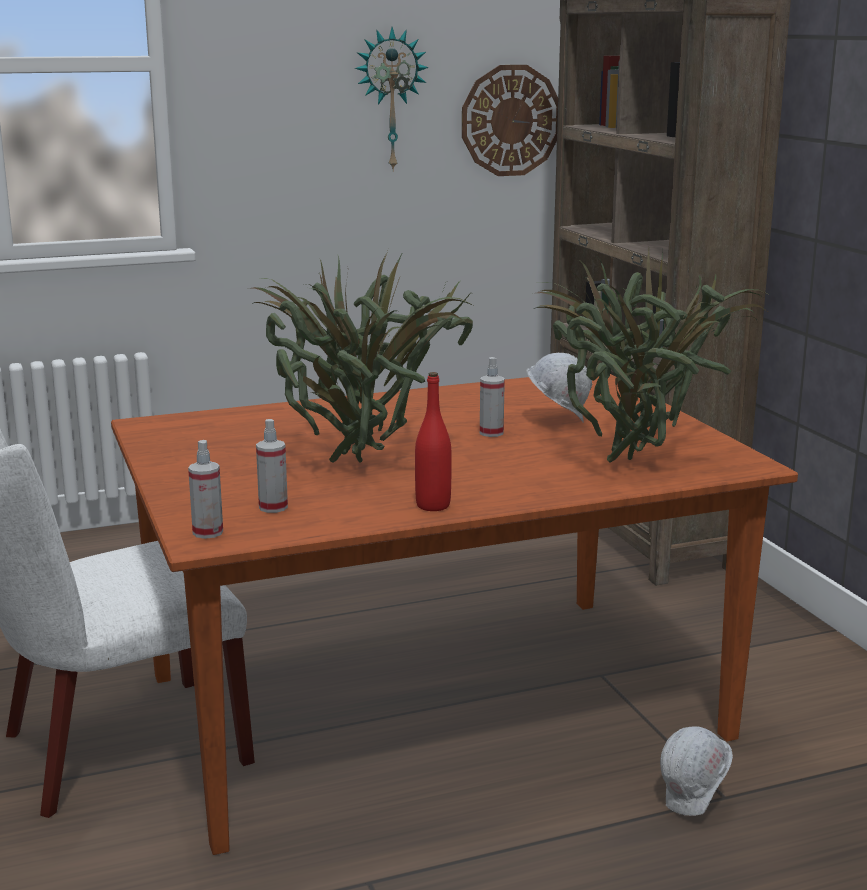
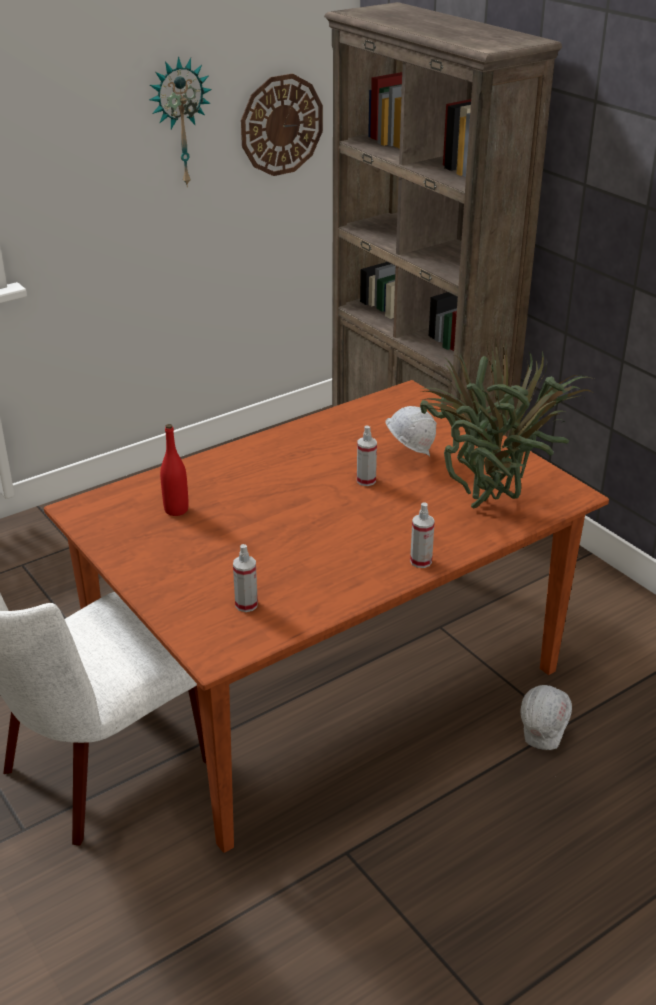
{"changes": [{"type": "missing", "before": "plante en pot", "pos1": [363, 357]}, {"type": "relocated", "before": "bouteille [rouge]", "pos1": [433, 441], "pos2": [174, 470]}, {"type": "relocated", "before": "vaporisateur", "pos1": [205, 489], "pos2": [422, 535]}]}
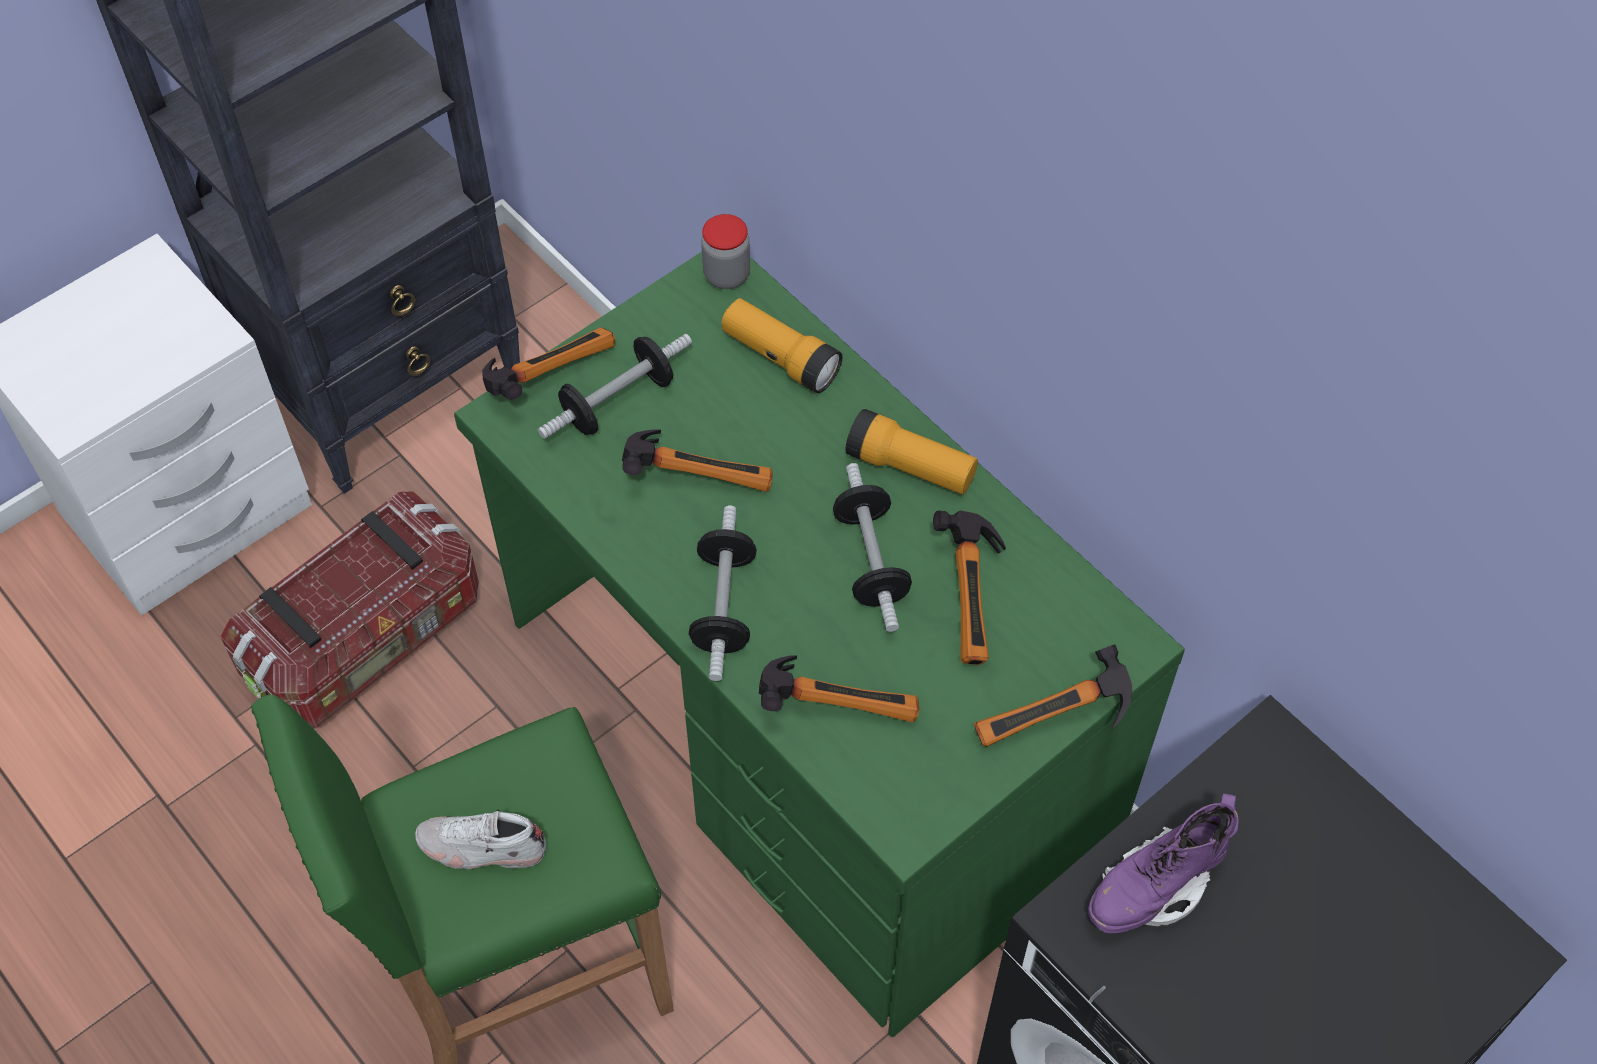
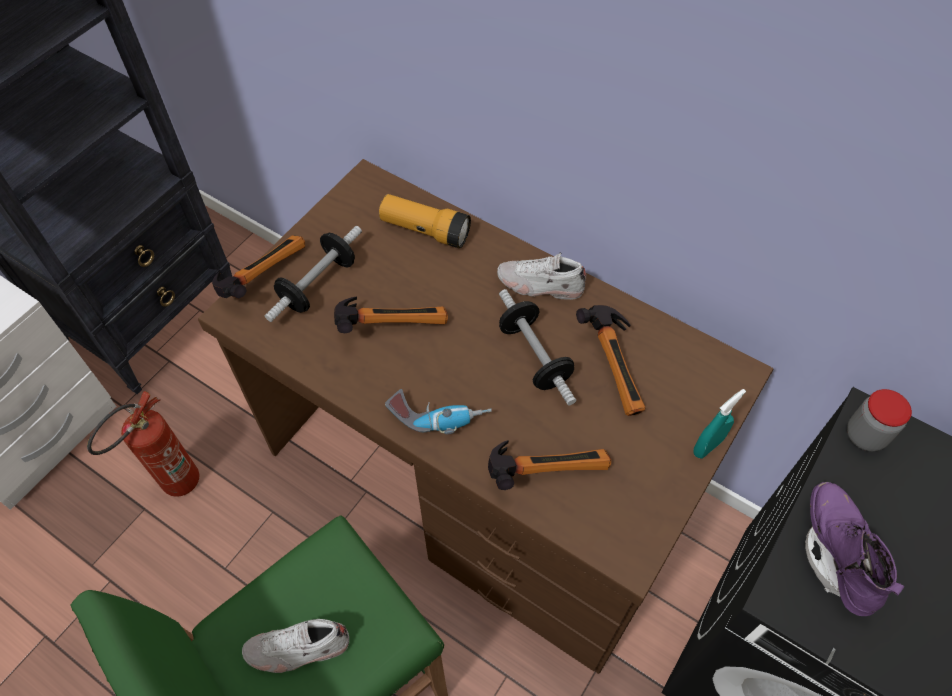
{"changes": [{"type": "relocated", "before": "bocal", "pos1": [725, 251], "pos2": [879, 420]}, {"type": "colour", "before": "bureau [vert]", "after": "bureau [marron]", "pos1": [819, 644], "pos2": [486, 416]}, {"type": "exchanged", "before": "lampe de poche", "after": "chaussure [blanc]", "pos1": [911, 452], "pos2": [541, 276]}, {"type": "exchanged", "before": "boîte de rangement", "after": "extincteur", "pos1": [350, 609], "pos2": [143, 444]}, {"type": "exchanged", "before": "haltère", "after": "perceuse", "pos1": [723, 593], "pos2": [438, 412]}, {"type": "exchanged", "before": "marteau", "after": "vaporisateur [turquoise]", "pos1": [1053, 695], "pos2": [719, 424]}, {"type": "spun", "before": "botte [violet]", "pos1": [1163, 863], "pos2": [854, 549], "turn": 135}]}
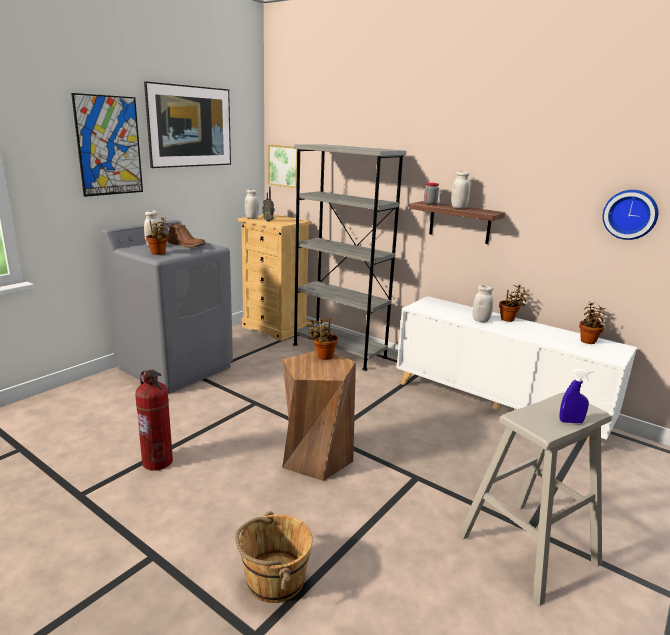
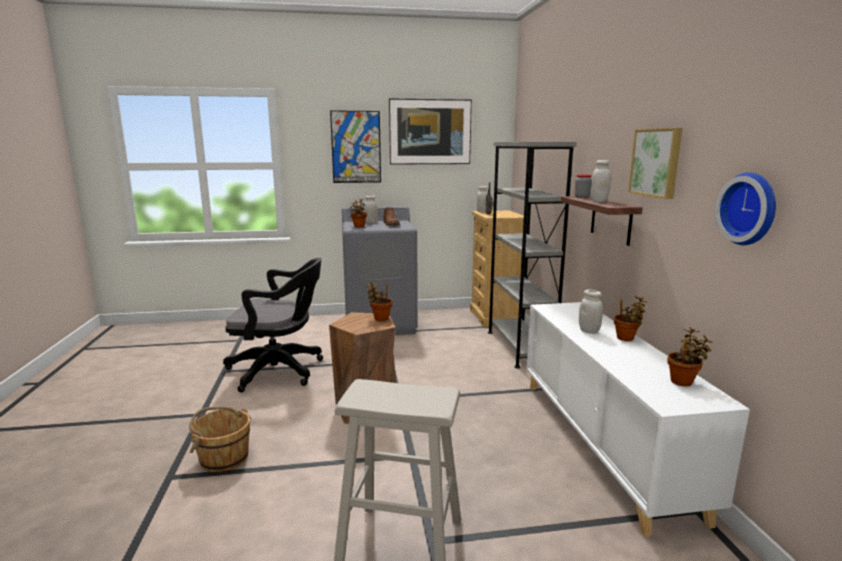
{"changes": [{"type": "relocated", "before": "tableau", "pos1": [282, 166], "pos2": [655, 163]}, {"type": "exchanged", "before": "extincteur", "after": "chaise de bureau [noir]", "pos1": [154, 420], "pos2": [273, 325]}, {"type": "missing", "before": "vaporisateur [bleu]", "pos1": [576, 396]}]}
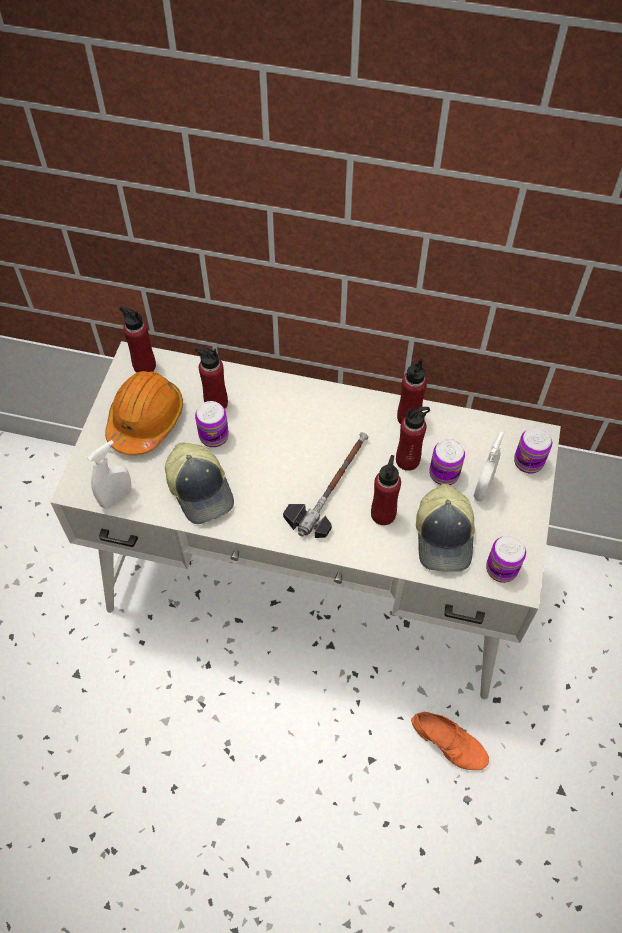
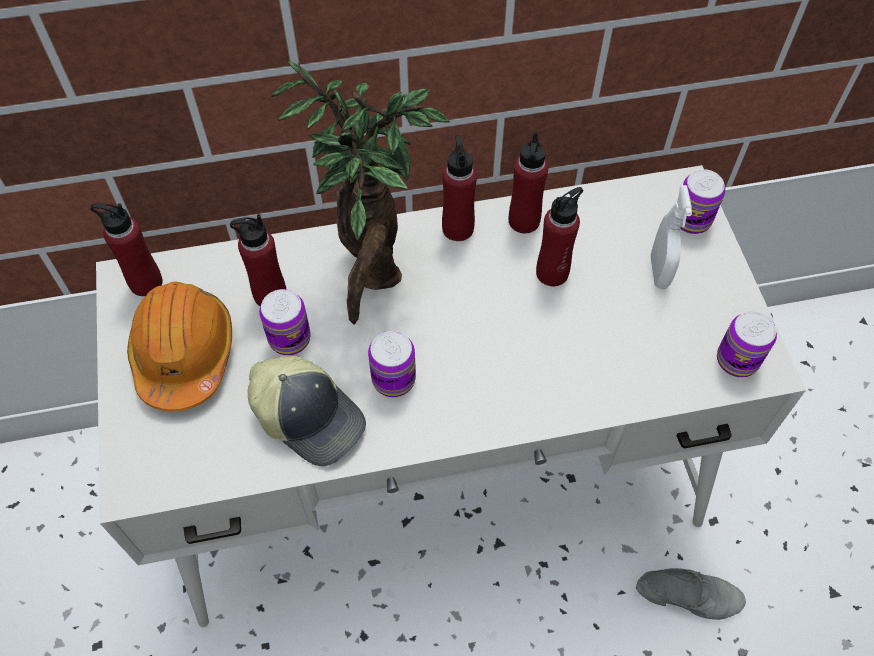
{"changes": [{"type": "missing", "before": "marteau", "pos1": [326, 485]}, {"type": "relocated", "before": "boîte métallique", "pos1": [447, 462], "pos2": [392, 364]}, {"type": "missing", "before": "vaporisateur [blanc]", "pos1": [109, 474]}, {"type": "relocated", "before": "bouteille [rouge]", "pos1": [386, 490], "pos2": [459, 188]}, {"type": "missing", "before": "casquette", "pos1": [445, 528]}, {"type": "colour", "before": "chaussure [orange]", "after": "chaussure [gris]", "pos1": [450, 741], "pos2": [691, 594]}, {"type": "appeared", "after": "plante en pot", "pos2": [360, 192]}]}
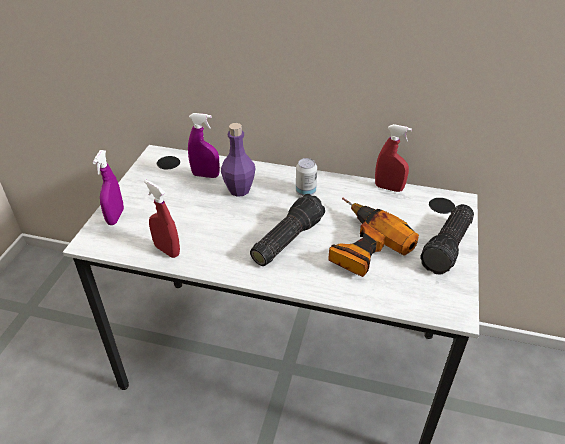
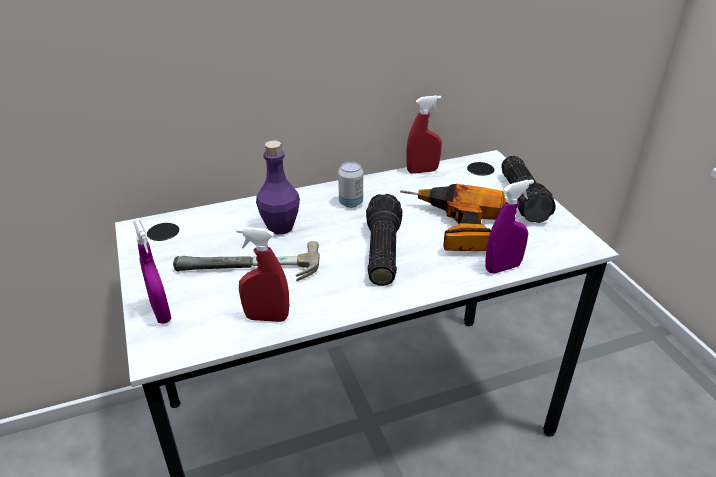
{"changes": [{"type": "relocated", "before": "vaporisateur [violet]", "pos1": [204, 145], "pos2": [509, 226]}, {"type": "appeared", "after": "marteau", "pos2": [246, 261]}]}
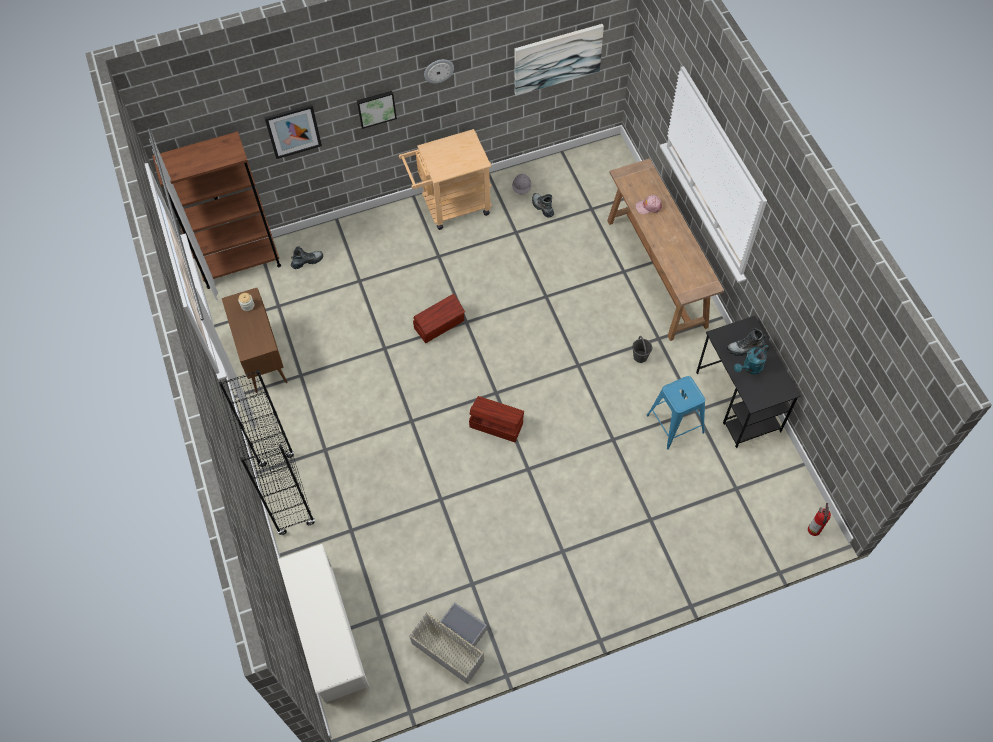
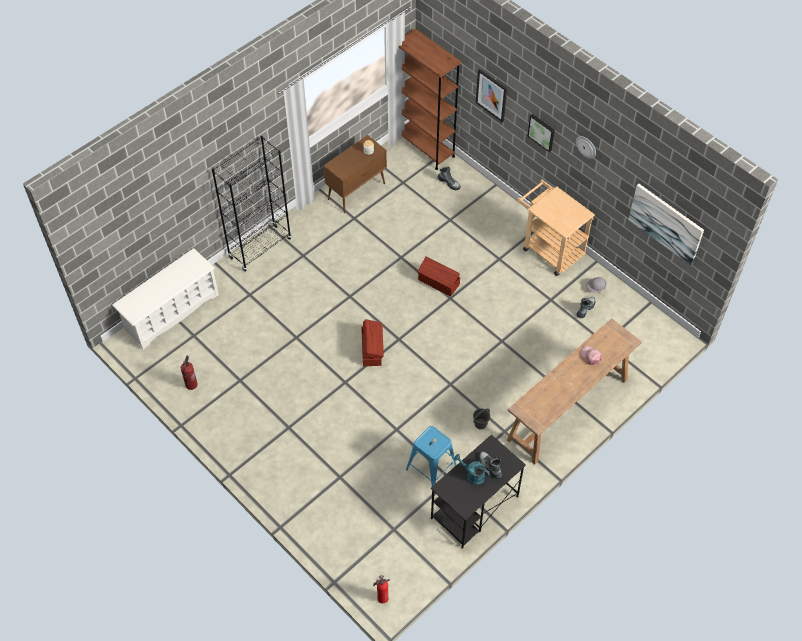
{"changes": [{"type": "exchanged", "before": "boîte de rangement [gris]", "after": "extincteur", "pos1": [448, 643], "pos2": [189, 373]}]}
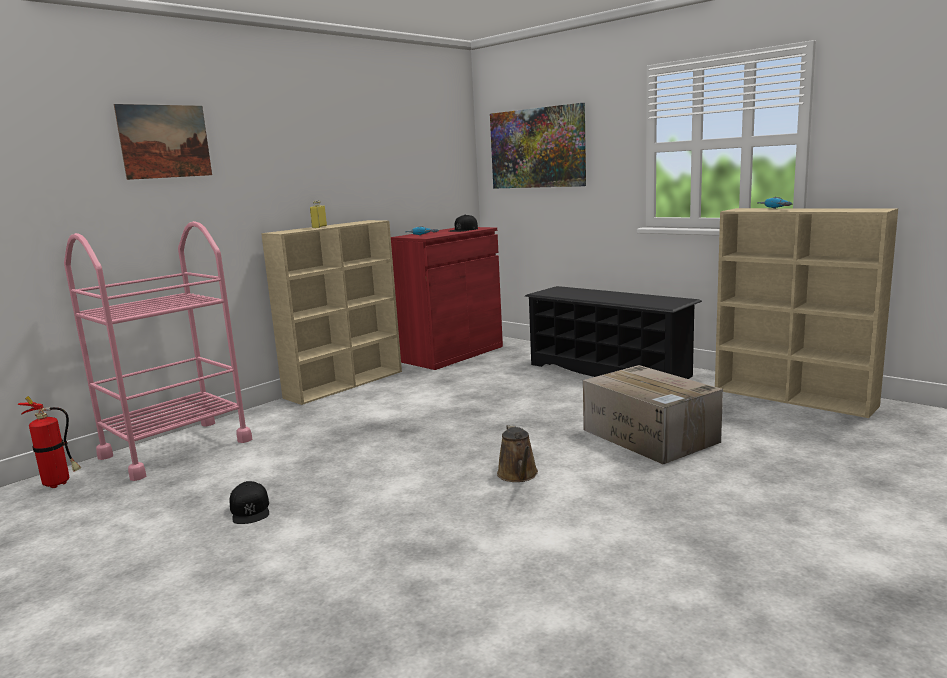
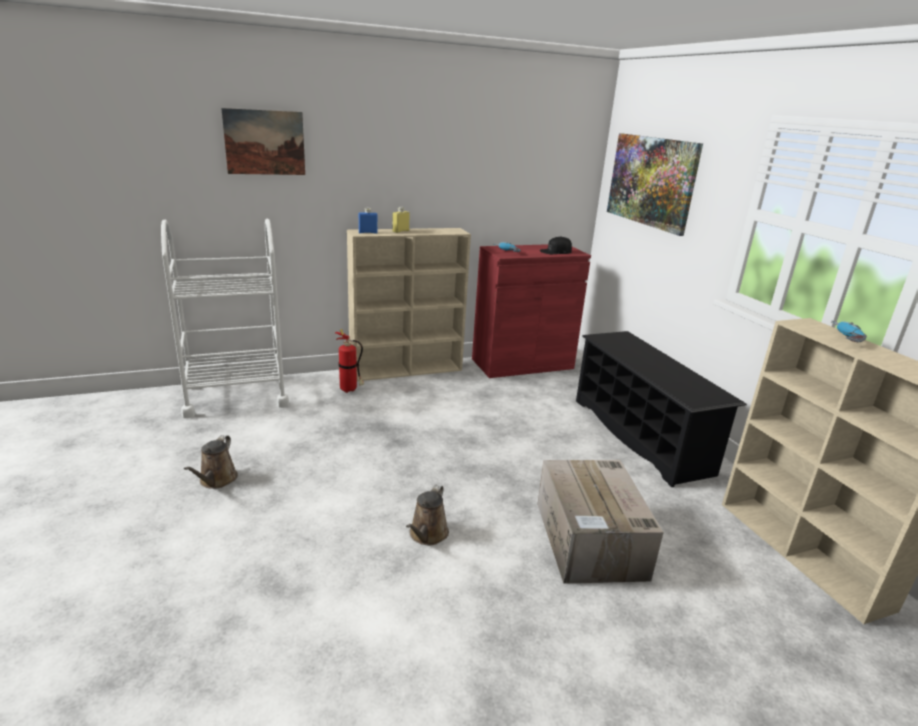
{"changes": [{"type": "colour", "before": "chariot [rose]", "after": "chariot [blanc]", "pos1": [158, 351], "pos2": [225, 318]}, {"type": "relocated", "before": "extincteur", "pos1": [49, 442], "pos2": [349, 361]}, {"type": "exchanged", "before": "casquette [noir]", "after": "arrosoir [marron]", "pos1": [249, 502], "pos2": [211, 462]}, {"type": "appeared", "after": "bouteille [bleu]", "pos2": [368, 221]}]}
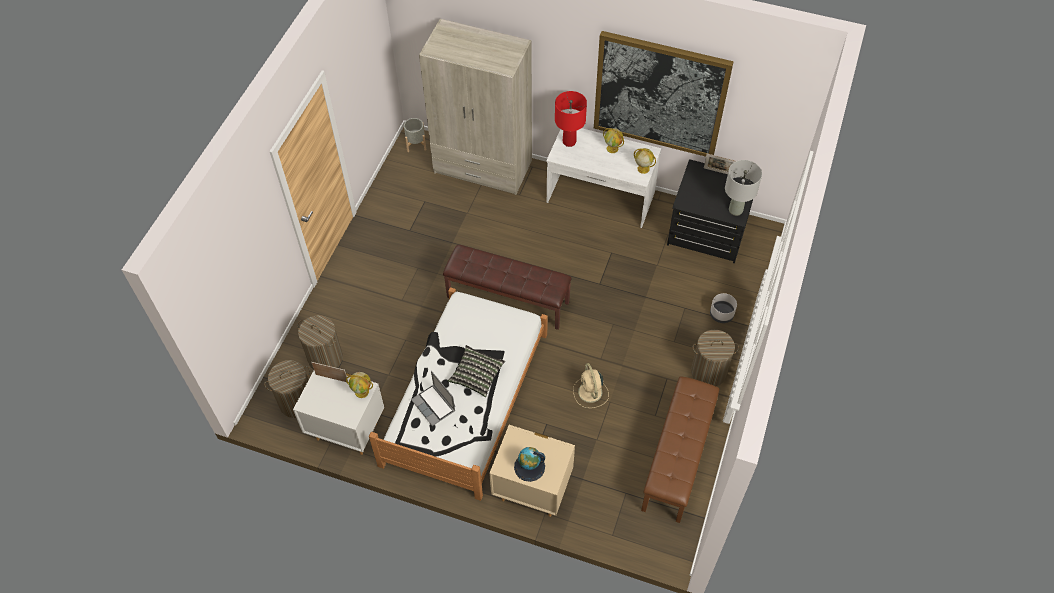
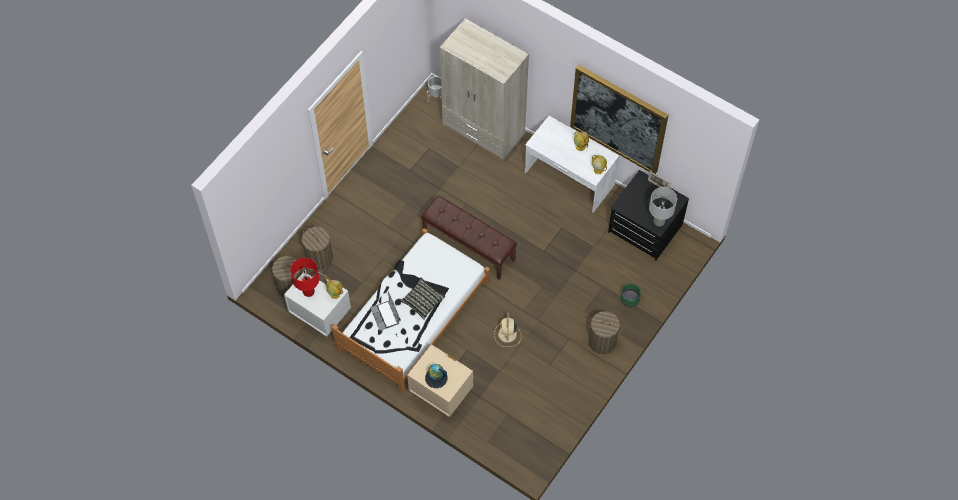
{"changes": [{"type": "relocated", "before": "lampe de table [rouge]", "pos1": [571, 119], "pos2": [304, 277]}, {"type": "colour", "before": "cache-pot [gris]", "after": "cache-pot [vert]", "pos1": [723, 308], "pos2": [630, 295]}, {"type": "missing", "before": "banc [marron]", "pos1": [680, 449]}]}
